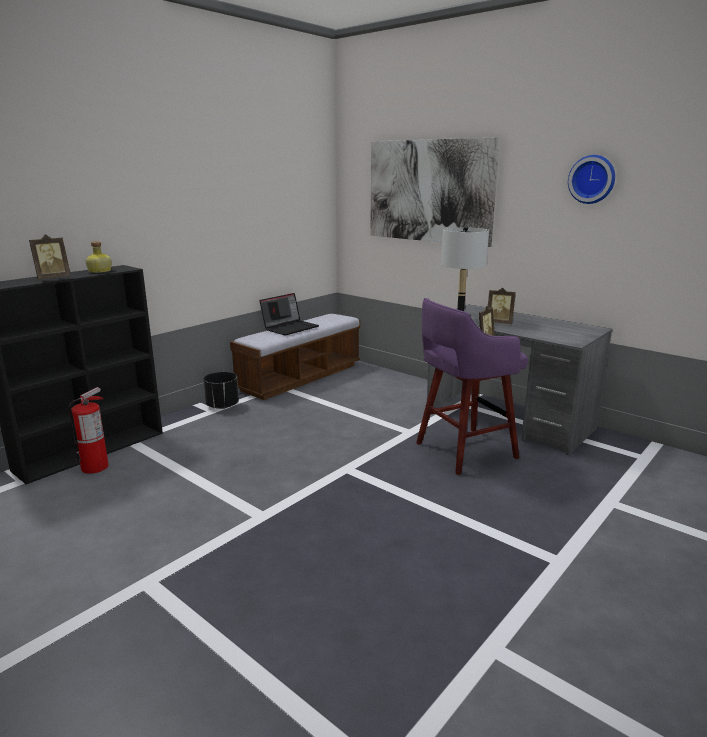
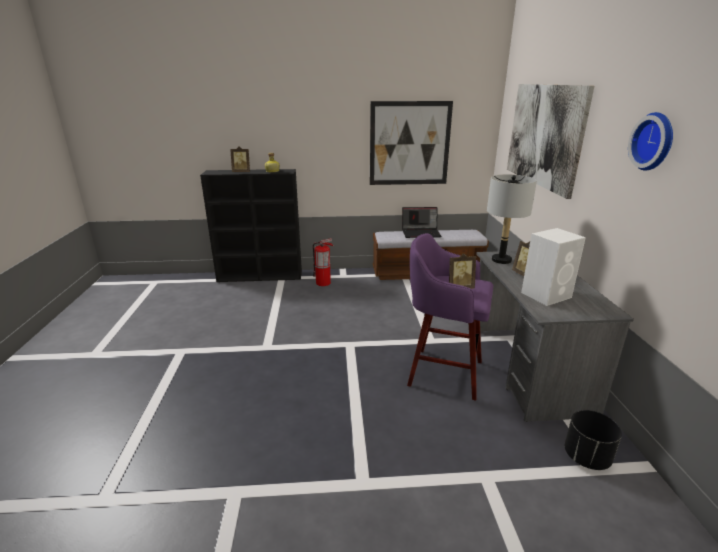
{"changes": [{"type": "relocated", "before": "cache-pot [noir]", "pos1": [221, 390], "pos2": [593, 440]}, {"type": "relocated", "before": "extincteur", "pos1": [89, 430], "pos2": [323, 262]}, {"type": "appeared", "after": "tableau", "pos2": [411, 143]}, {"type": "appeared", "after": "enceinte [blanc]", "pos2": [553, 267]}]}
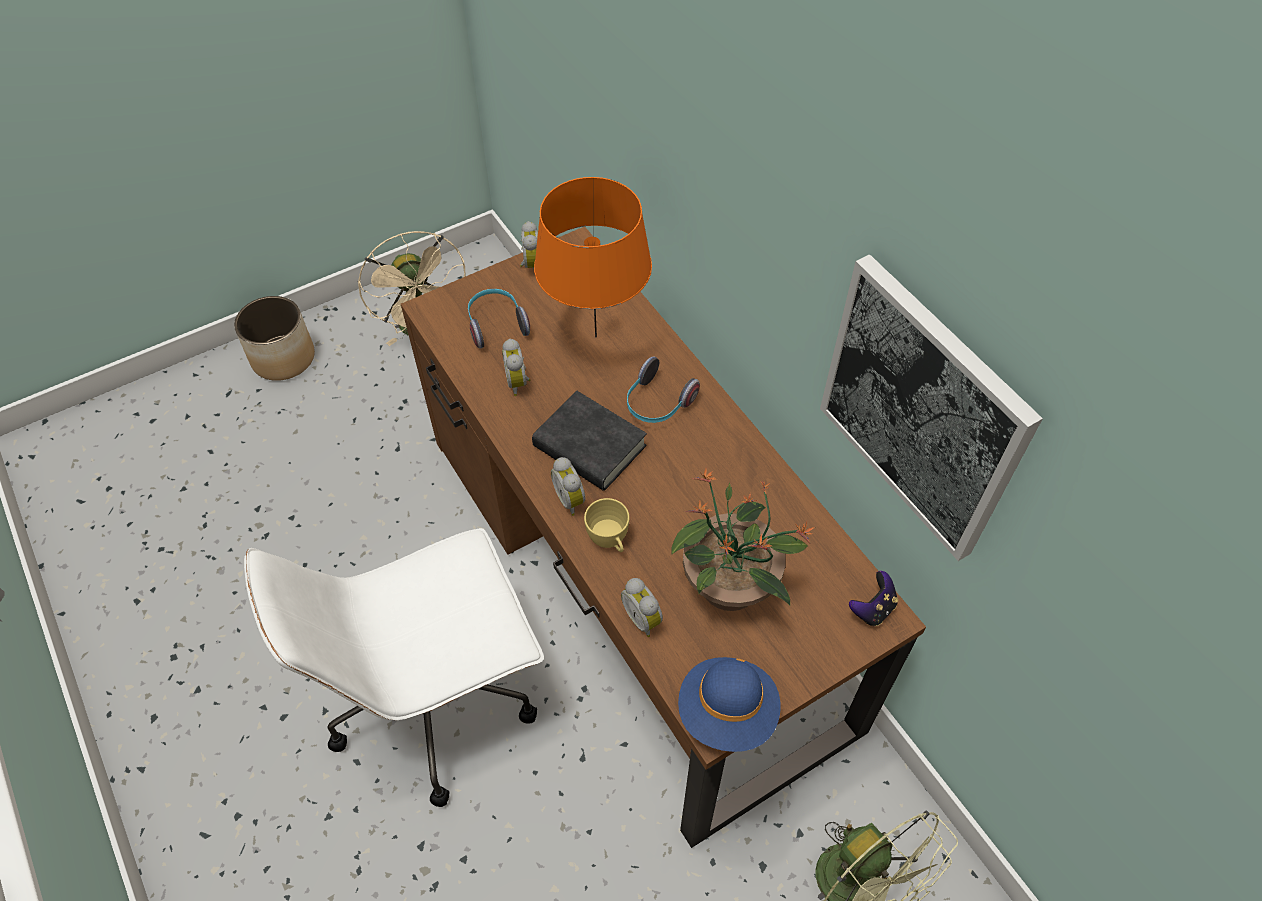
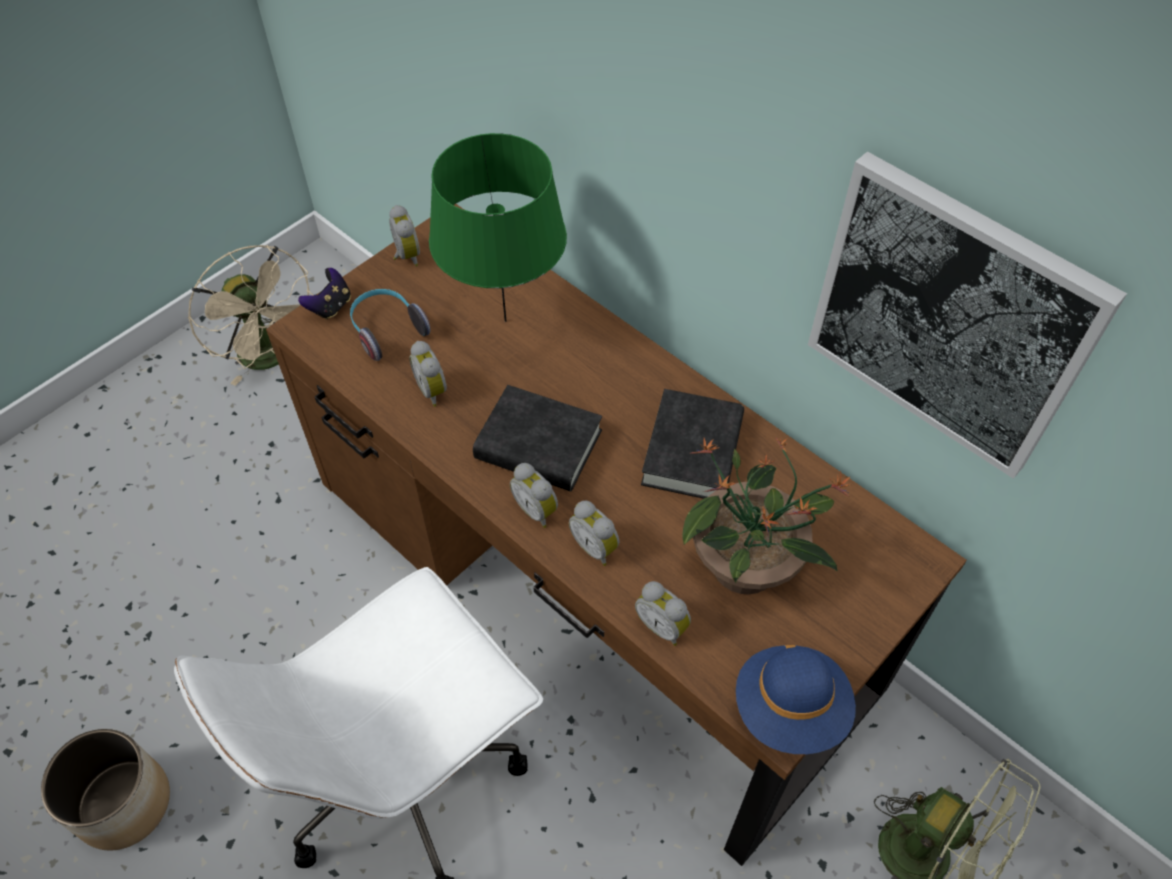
{"changes": [{"type": "colour", "before": "lampe de table [orange]", "after": "lampe de table [vert]", "pos1": [593, 257], "pos2": [498, 227]}, {"type": "relocated", "before": "cache-pot", "pos1": [274, 338], "pos2": [105, 789]}, {"type": "missing", "before": "casque audio", "pos1": [663, 390]}, {"type": "exchanged", "before": "tasse [jaune]", "after": "réveil", "pos1": [606, 525], "pos2": [594, 533]}, {"type": "relocated", "before": "manette", "pos1": [873, 598], "pos2": [324, 294]}, {"type": "appeared", "after": "livre [noir]", "pos2": [692, 444]}]}
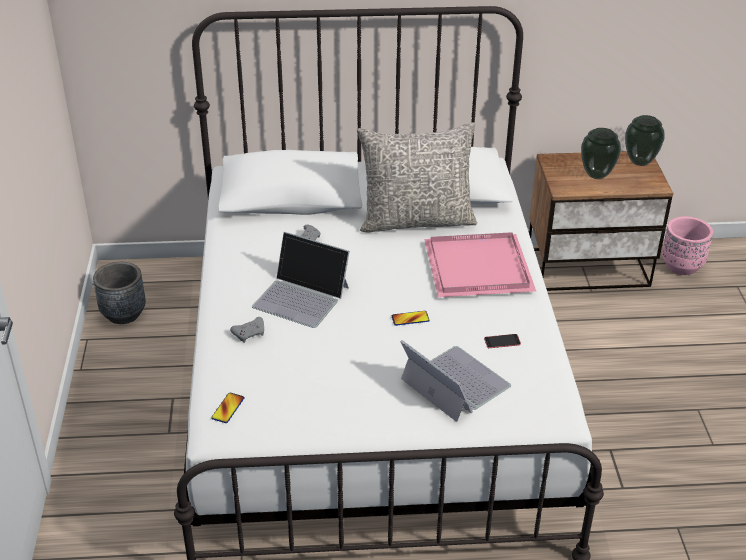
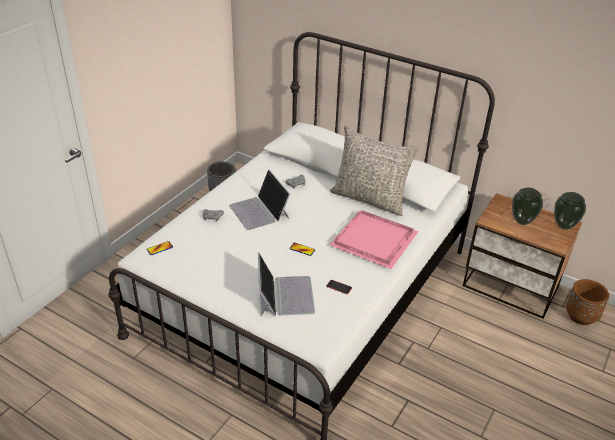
{"changes": [{"type": "colour", "before": "cache-pot [rose]", "after": "cache-pot [marron]", "pos1": [687, 245], "pos2": [588, 302]}]}
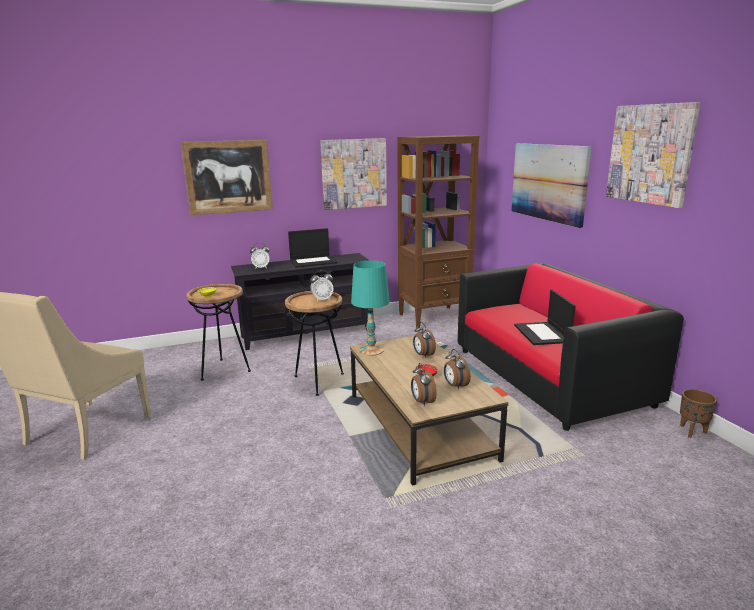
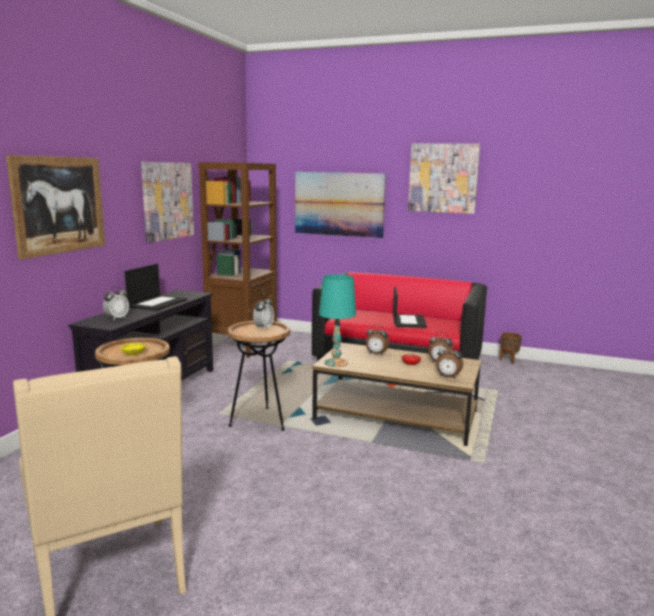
{"changes": [{"type": "spun", "before": "ordinateur portable", "pos1": [544, 317], "pos2": [410, 307], "turn": -120}]}
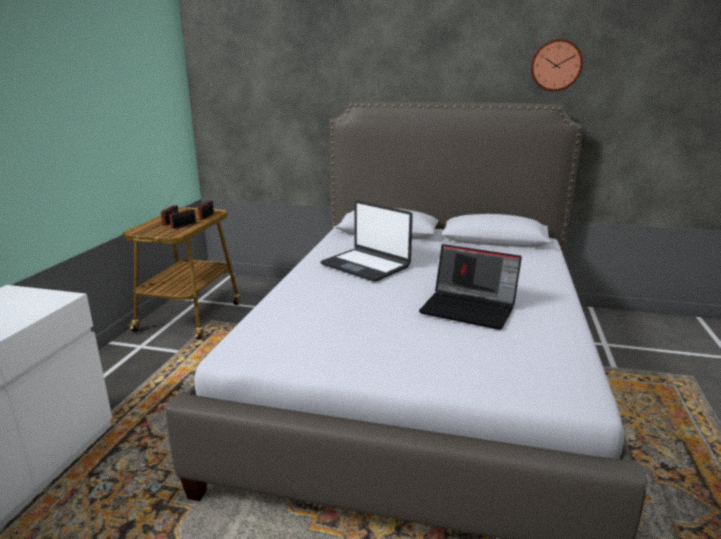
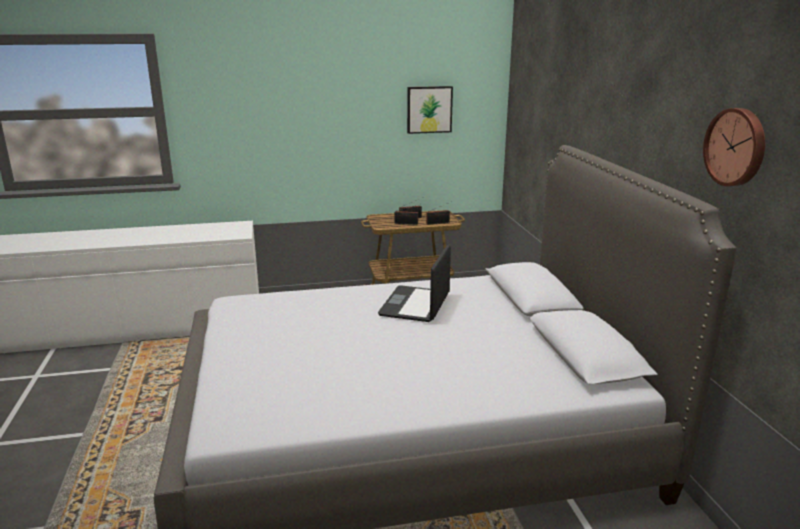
{"changes": [{"type": "missing", "before": "ordinateur portable", "pos1": [470, 287]}, {"type": "appeared", "after": "tableau", "pos2": [430, 110]}]}
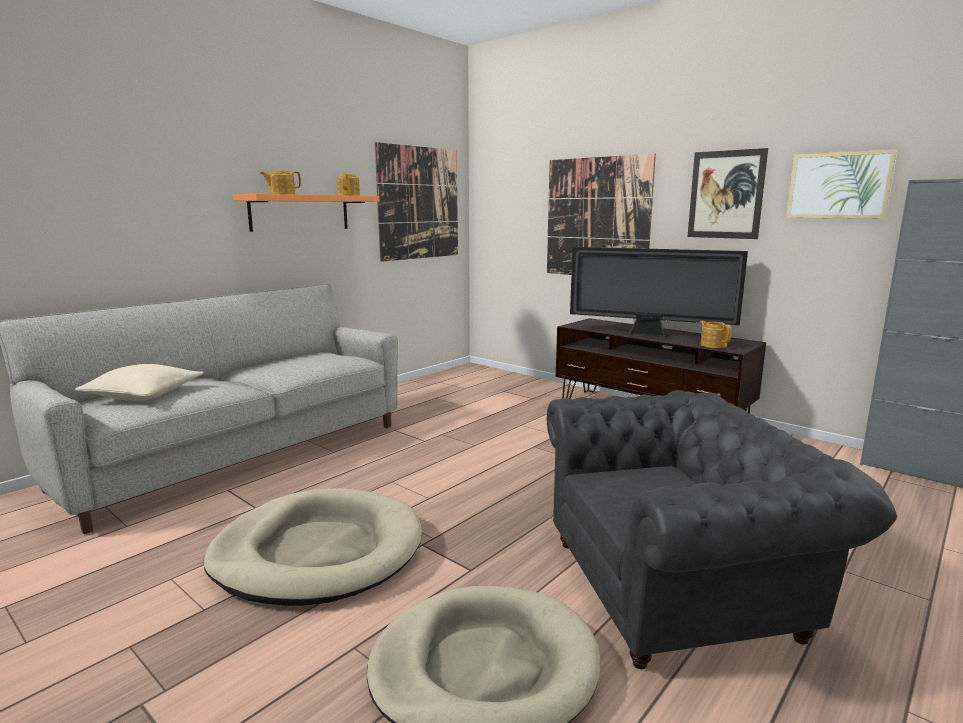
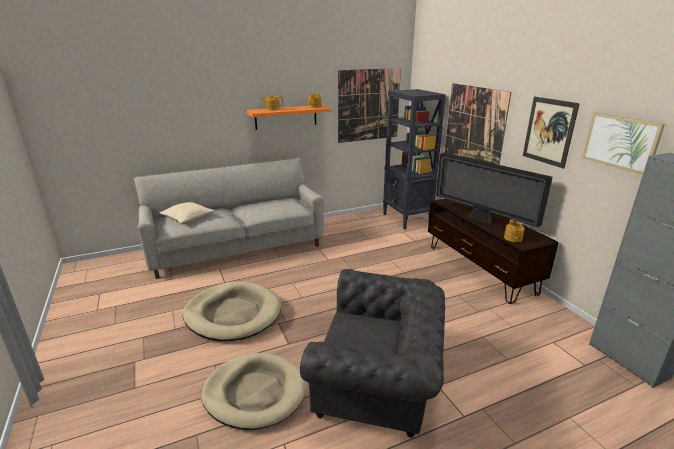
{"changes": [{"type": "appeared", "after": "bibliothèque [noir]", "pos2": [414, 159]}]}
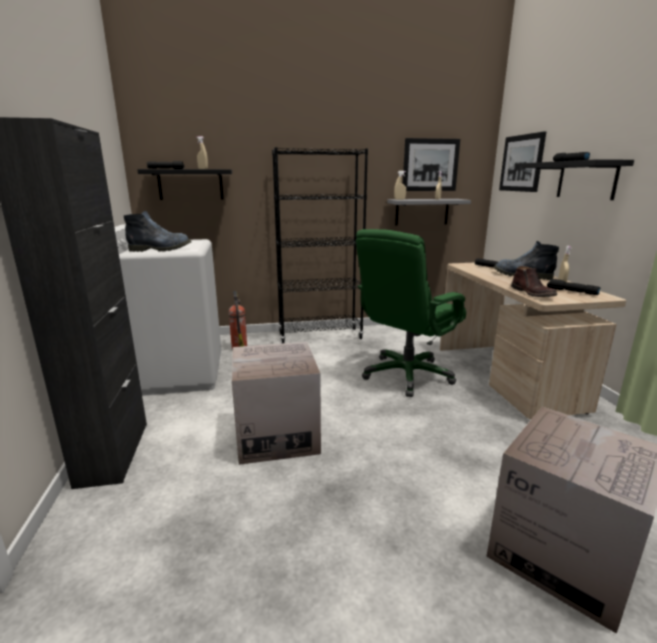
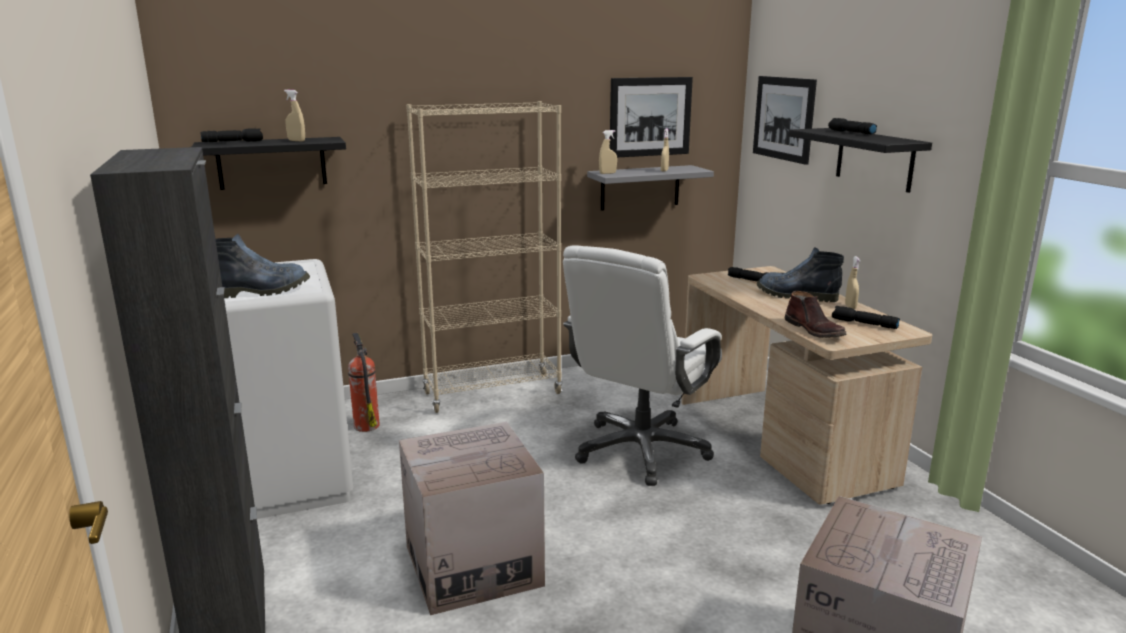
{"changes": [{"type": "colour", "before": "bibliothèque [noir]", "after": "bibliothèque [beige]", "pos1": [320, 245], "pos2": [484, 257]}, {"type": "colour", "before": "chaise de bureau [vert]", "after": "chaise de bureau [blanc]", "pos1": [411, 313], "pos2": [642, 365]}]}
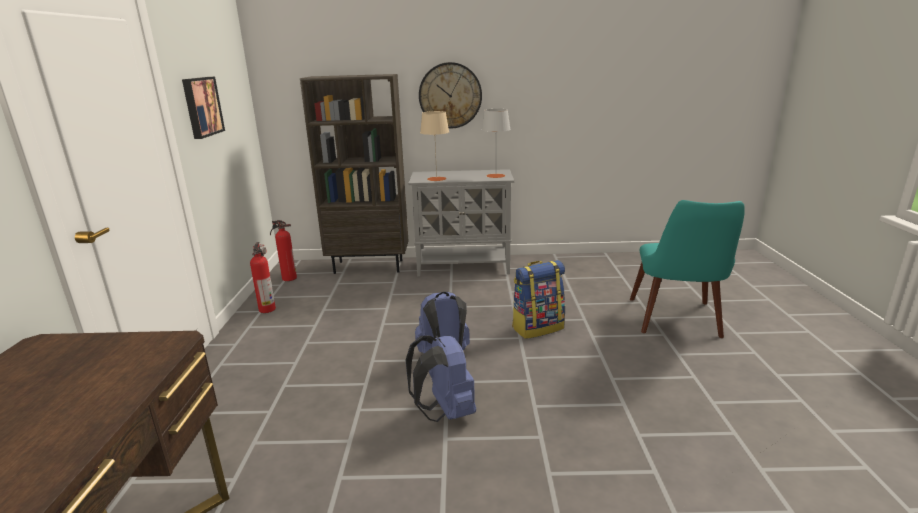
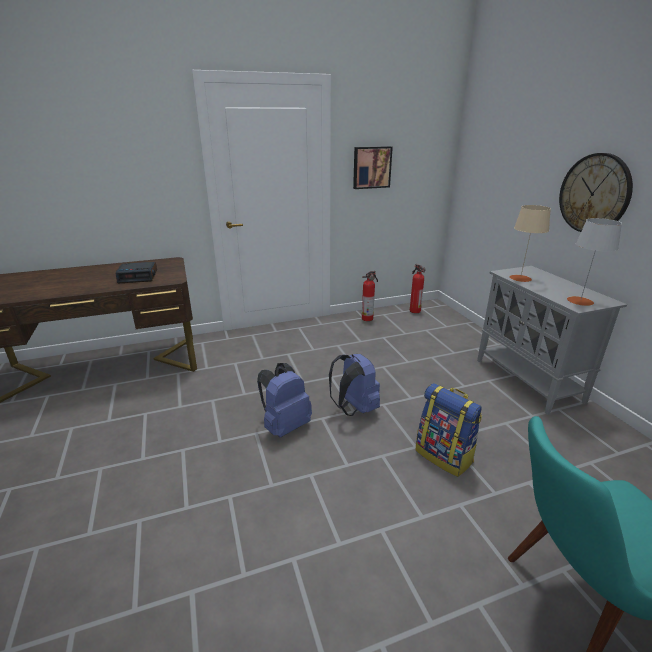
{"changes": [{"type": "missing", "before": "bibliothèque [marron]", "pos1": [354, 174]}, {"type": "appeared", "after": "réveil", "pos2": [136, 272]}]}
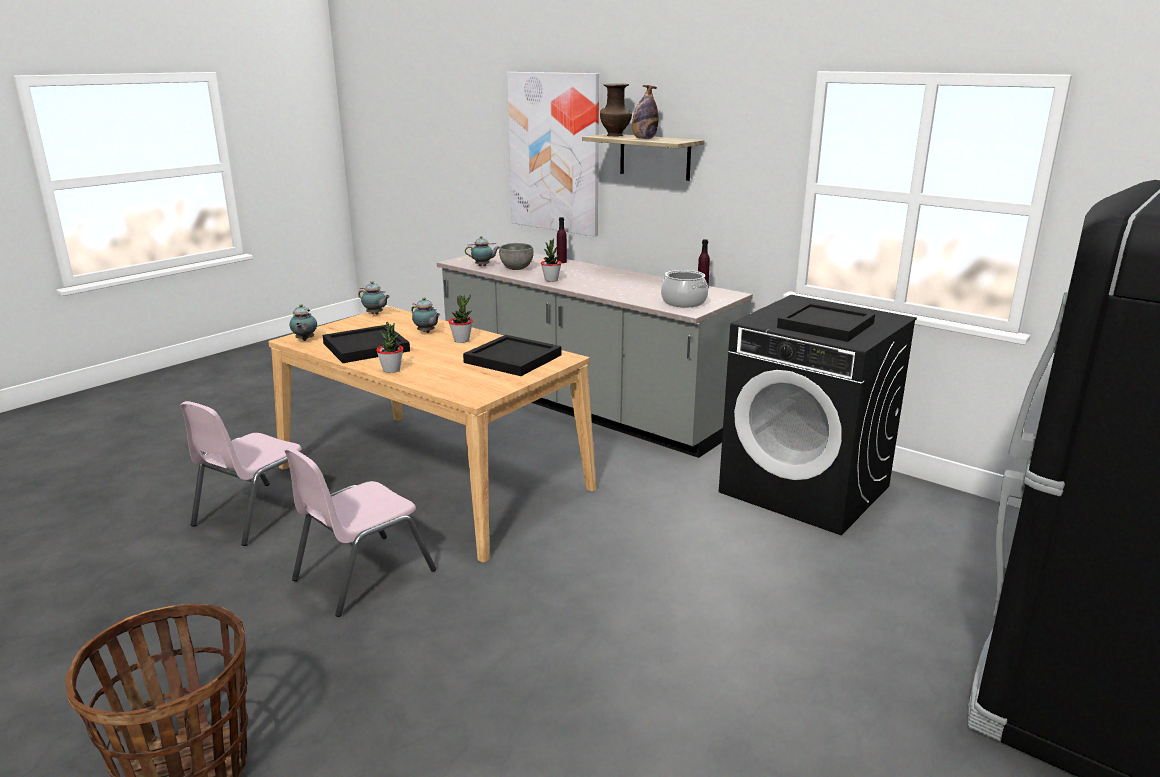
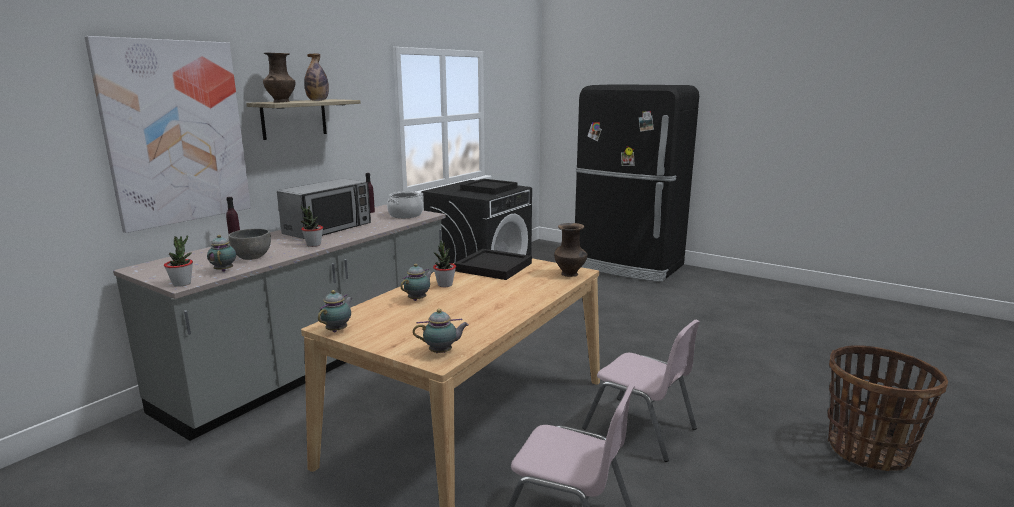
{"changes": [{"type": "relocated", "before": "plante en pot", "pos1": [389, 347], "pos2": [178, 261]}, {"type": "missing", "before": "plateau [noir]", "pos1": [366, 344]}, {"type": "appeared", "after": "micro-ondes", "pos2": [324, 209]}, {"type": "appeared", "after": "vase [marron]", "pos2": [570, 250]}]}
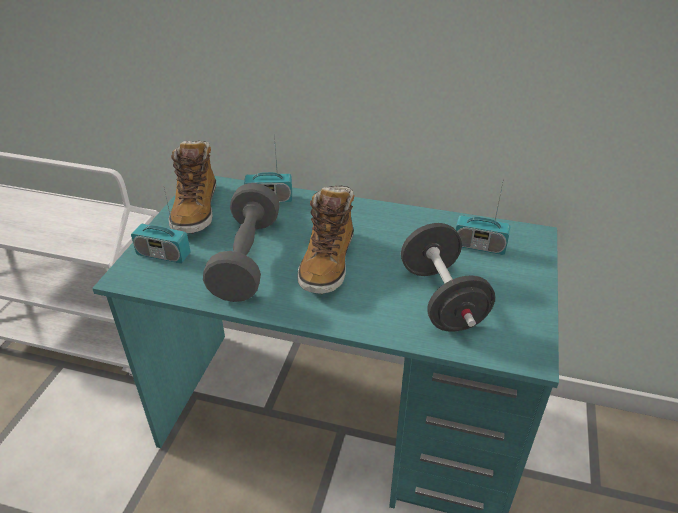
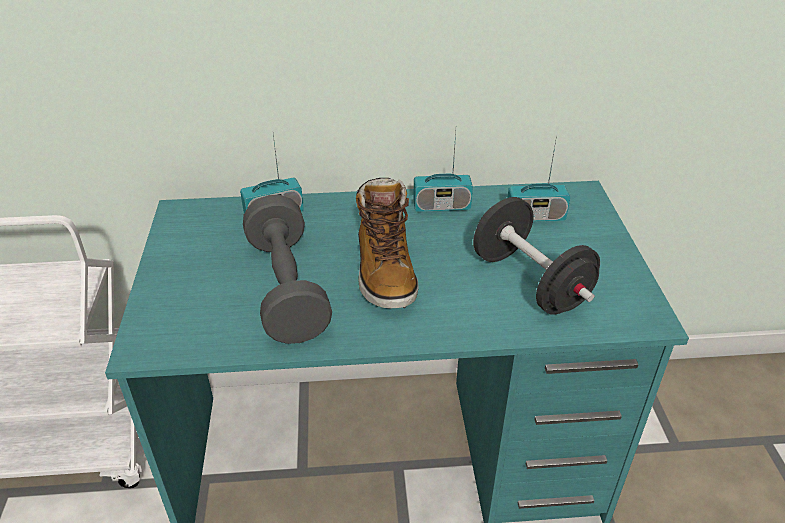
{"changes": [{"type": "missing", "before": "botte", "pos1": [192, 187]}, {"type": "relocated", "before": "radio", "pos1": [161, 226], "pos2": [443, 172]}]}
